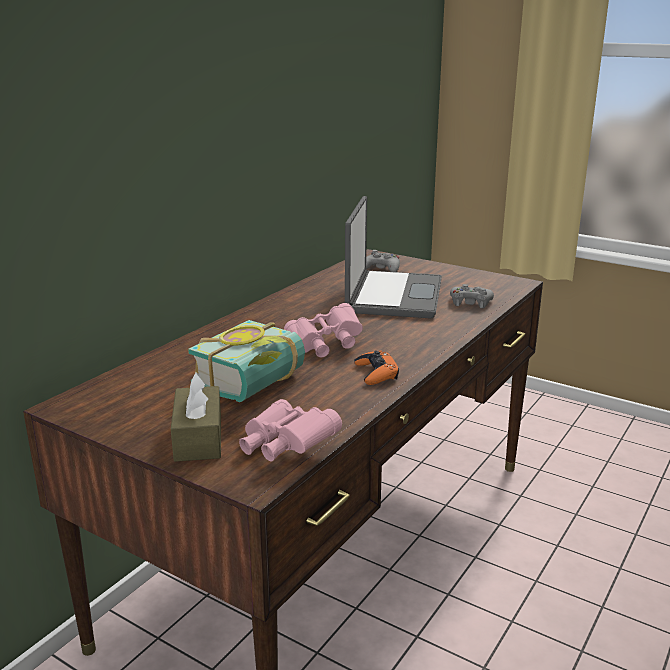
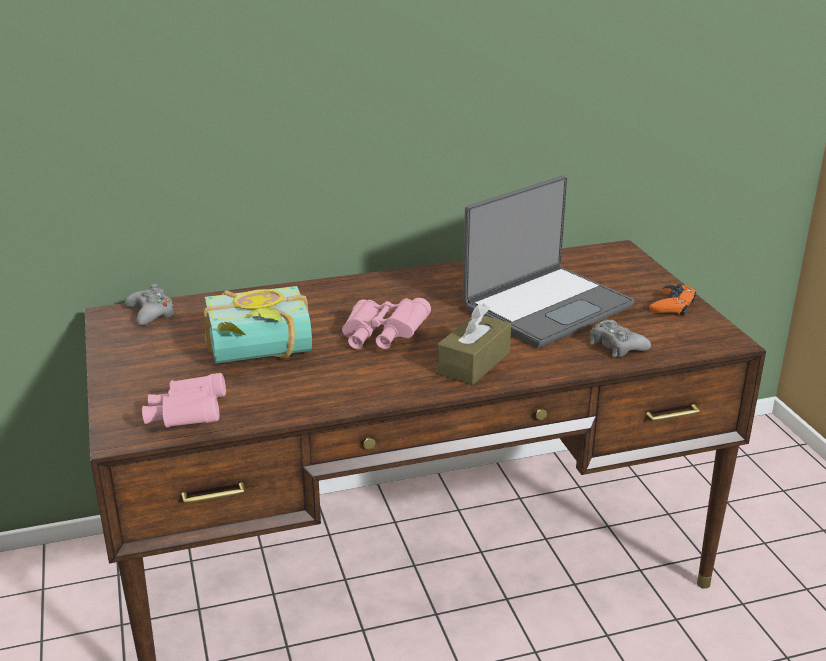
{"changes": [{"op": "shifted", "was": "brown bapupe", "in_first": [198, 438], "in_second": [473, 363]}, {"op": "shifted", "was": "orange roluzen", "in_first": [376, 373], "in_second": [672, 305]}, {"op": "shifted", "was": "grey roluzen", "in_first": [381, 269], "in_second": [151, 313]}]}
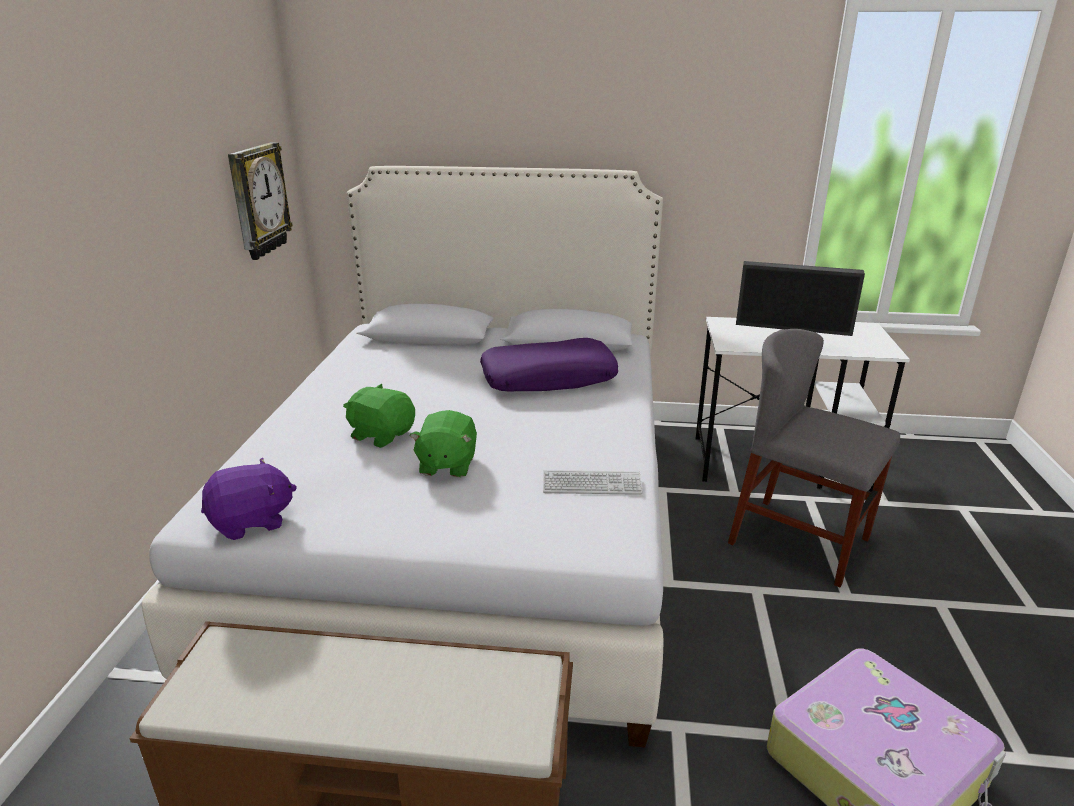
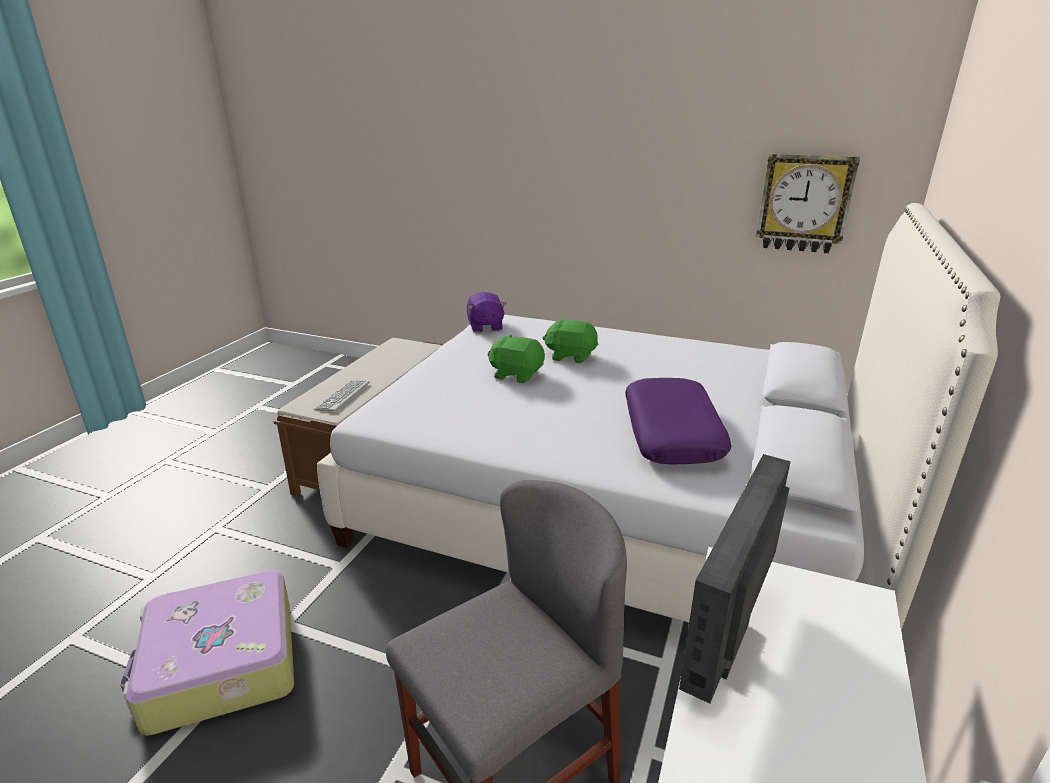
{"changes": [{"op": "rotated", "was": "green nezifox", "in_first": [382, 435], "in_second": [571, 356], "clockwise": -120}, {"op": "shifted", "was": "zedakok", "in_first": [592, 484], "in_second": [343, 396]}]}
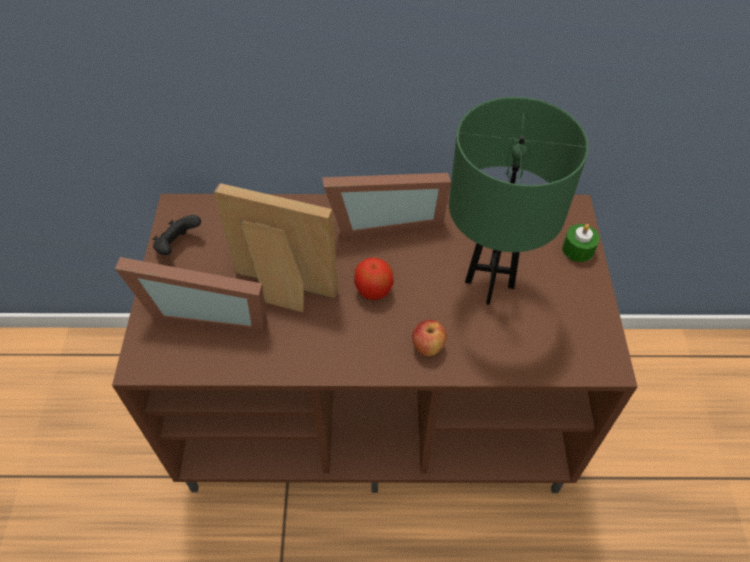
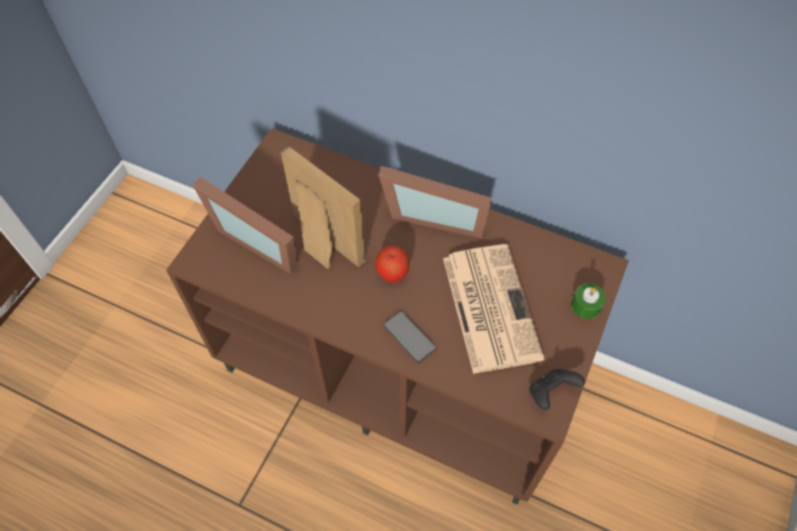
{"changes": [{"op": "shifted", "was": "black roluzen", "in_first": [178, 246], "in_second": [550, 393]}, {"op": "swapped", "was": "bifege", "now": "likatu", "in_first": [428, 347], "in_second": [409, 337]}, {"op": "swapped", "was": "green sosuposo", "now": "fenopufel", "in_first": [489, 284], "in_second": [489, 306]}]}
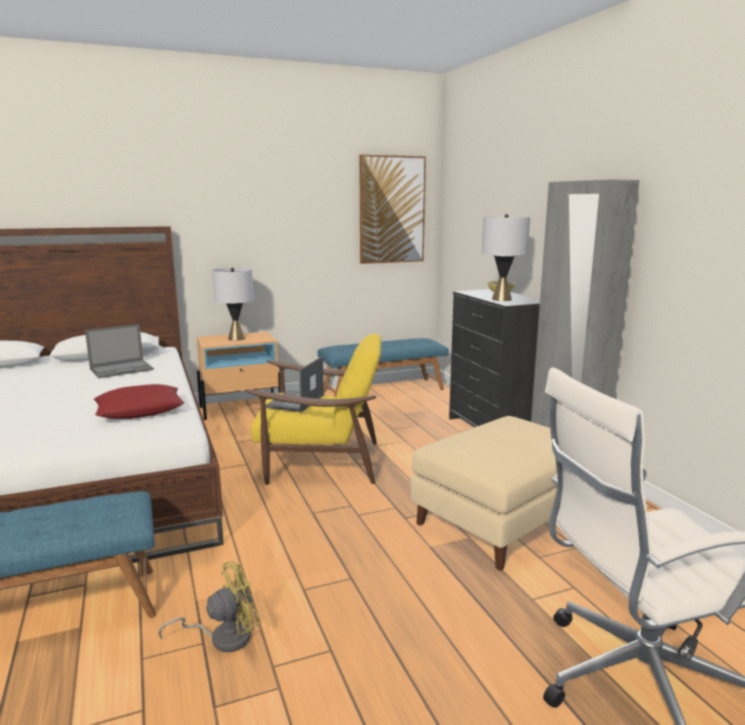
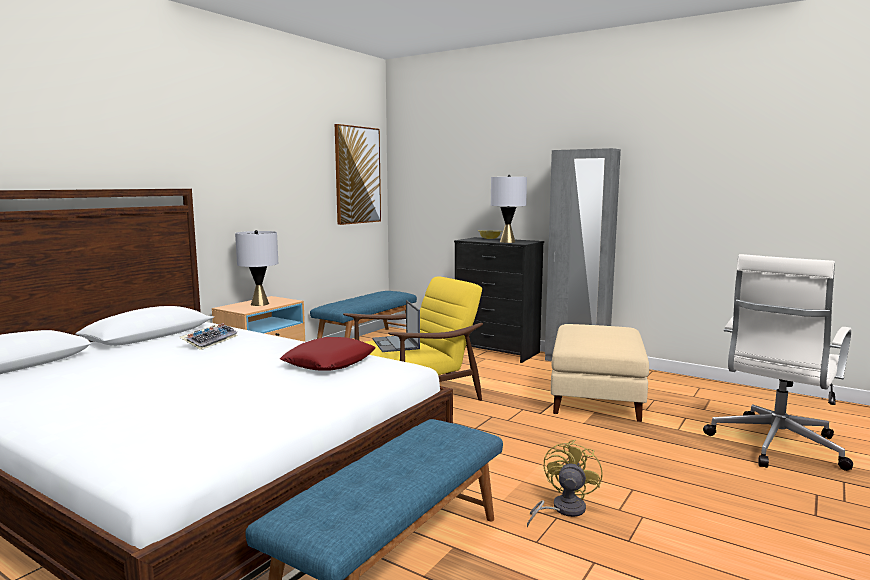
{"changes": [{"op": "swapped", "was": "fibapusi", "now": "zedakok", "in_first": [122, 369], "in_second": [210, 341]}]}
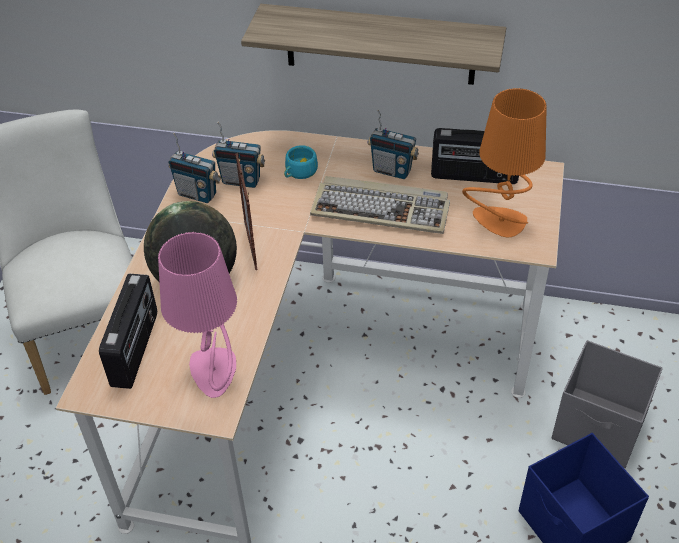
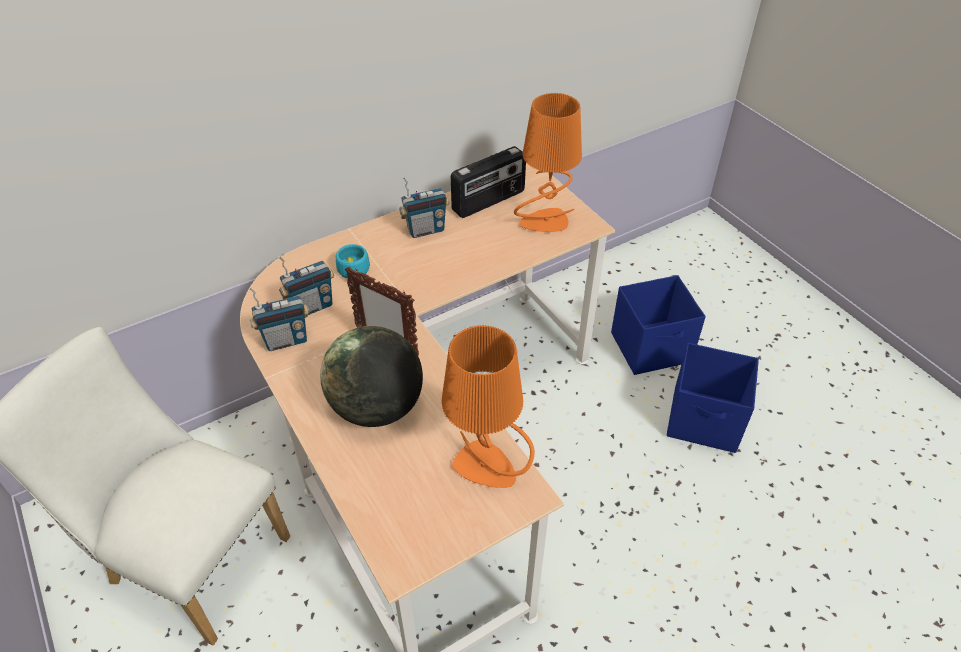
{"changes": [{"op": "gone", "was": "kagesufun", "in_first": [136, 349]}, {"op": "repainted", "was": "pink sosuposo", "now": "orange sosuposo", "in_first": [214, 372], "in_second": [486, 466]}, {"op": "gone", "was": "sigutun", "in_first": [380, 44]}, {"op": "gone", "was": "zedakok", "in_first": [382, 209]}, {"op": "repainted", "was": "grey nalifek", "now": "blue nalifek", "in_first": [599, 428], "in_second": [652, 348]}]}
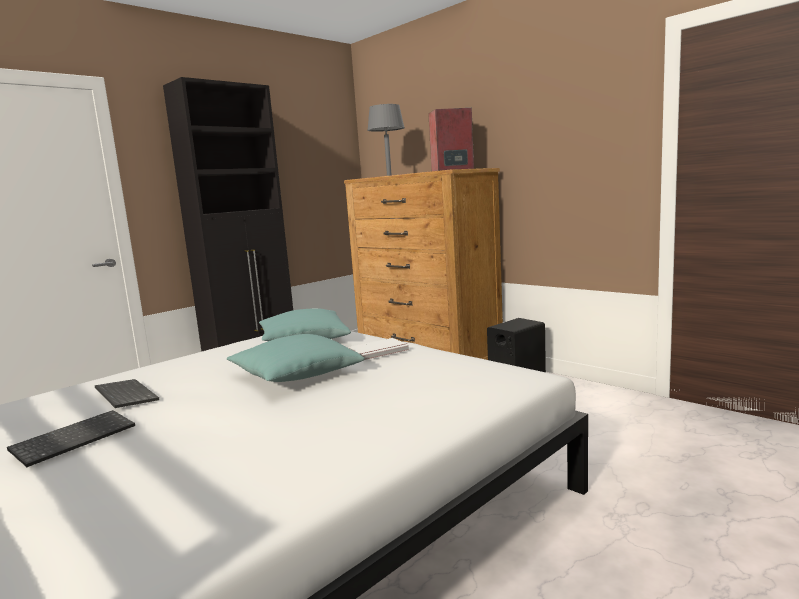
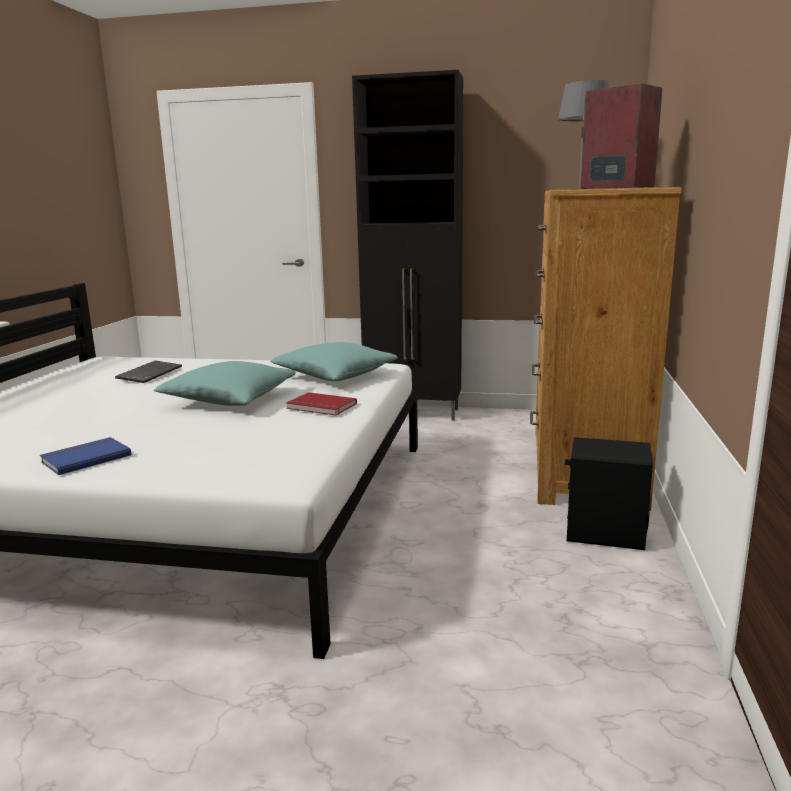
{"changes": [{"op": "gone", "was": "zedakok", "in_first": [75, 438]}, {"op": "repainted", "was": "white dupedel", "now": "red dupedel", "in_first": [380, 351], "in_second": [320, 407]}, {"op": "new", "now": "blue dupedel", "in_second": [85, 458]}]}
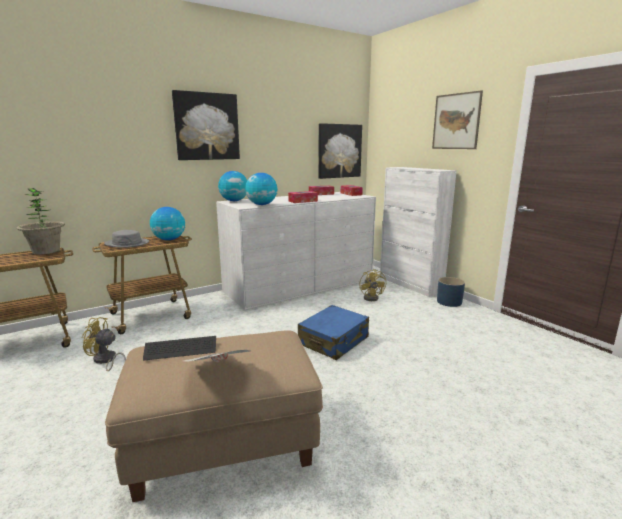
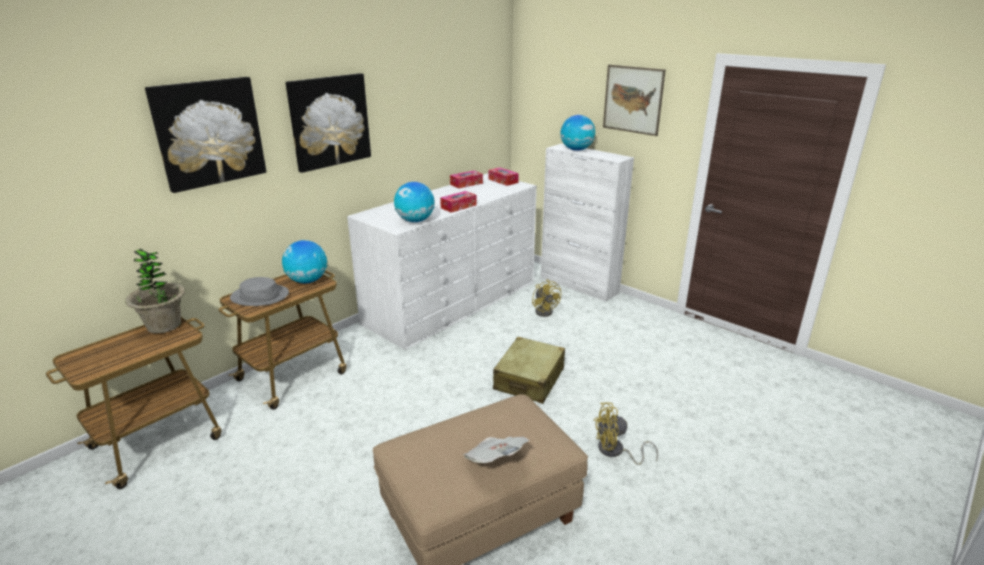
{"changes": [{"op": "shifted", "was": "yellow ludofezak", "in_first": [106, 361], "in_second": [615, 451]}, {"op": "gone", "was": "zedakok", "in_first": [181, 349]}, {"op": "shifted", "was": "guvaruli", "in_first": [234, 201], "in_second": [576, 150]}, {"op": "repainted", "was": "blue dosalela", "now": "beige dosalela", "in_first": [334, 341], "in_second": [529, 379]}, {"op": "shifted", "was": "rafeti", "in_first": [339, 151], "in_second": [209, 133]}, {"op": "gone", "was": "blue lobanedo", "in_first": [449, 302]}]}
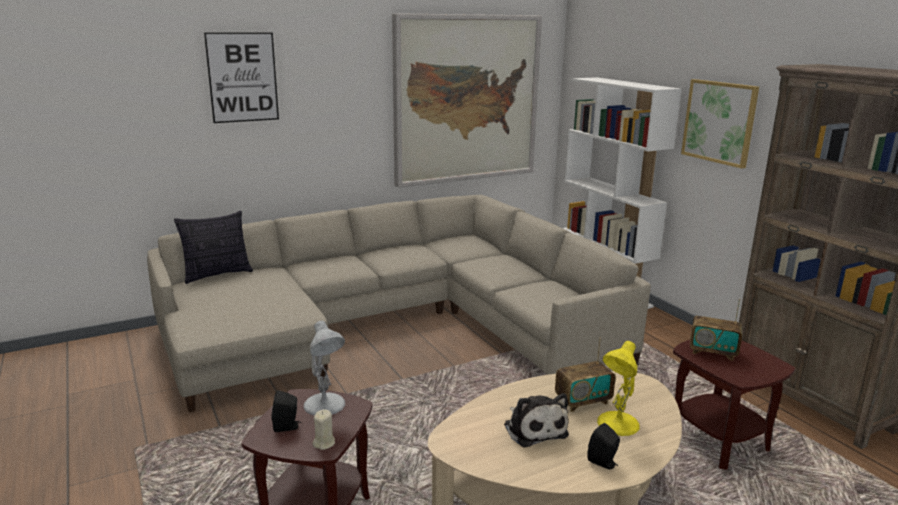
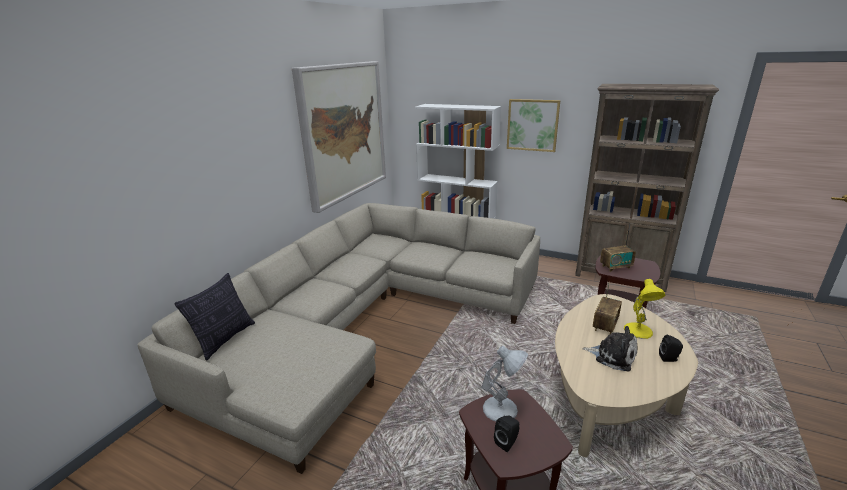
{"changes": [{"op": "gone", "was": "rafeti", "in_first": [242, 77]}, {"op": "gone", "was": "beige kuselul", "in_first": [324, 443]}]}
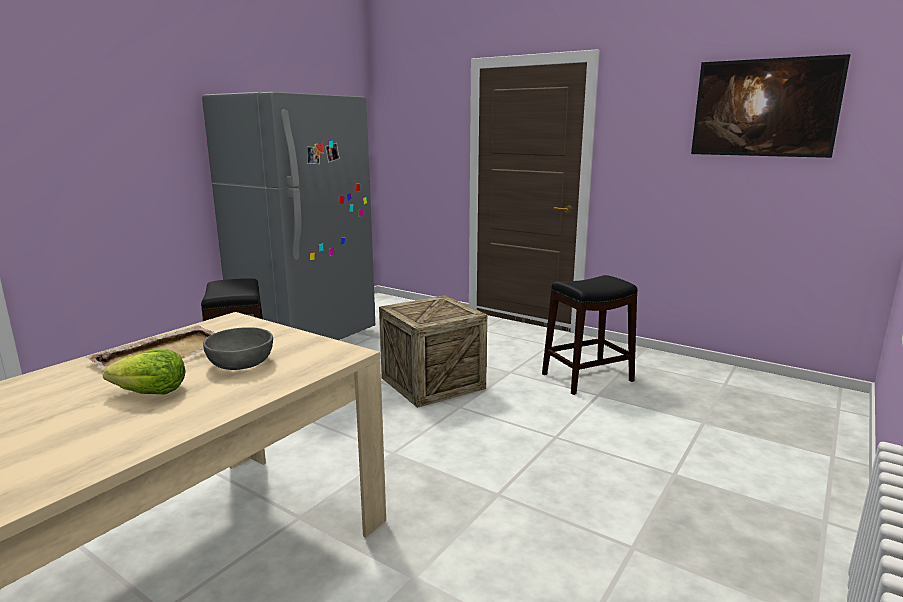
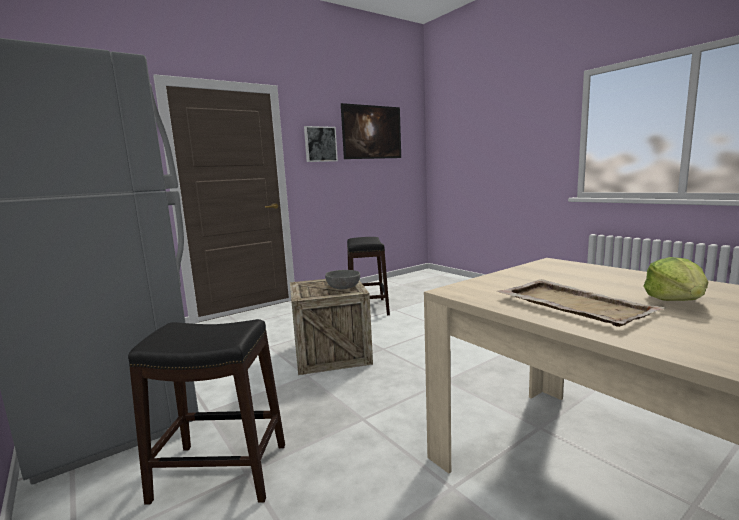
{"changes": [{"op": "shifted", "was": "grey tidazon", "in_first": [241, 363], "in_second": [343, 287]}, {"op": "new", "now": "rafeti", "in_second": [320, 144]}]}
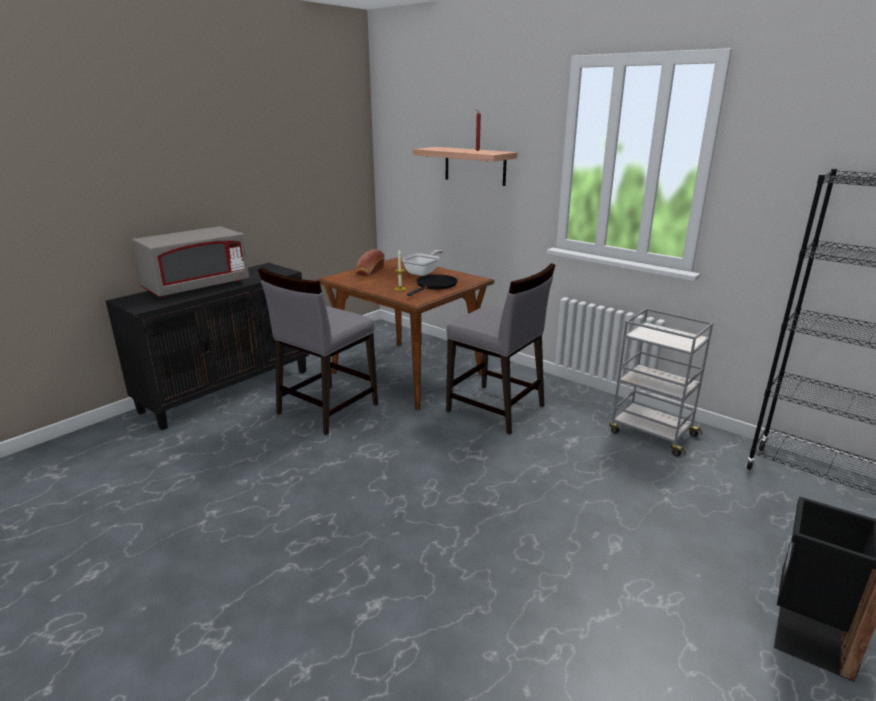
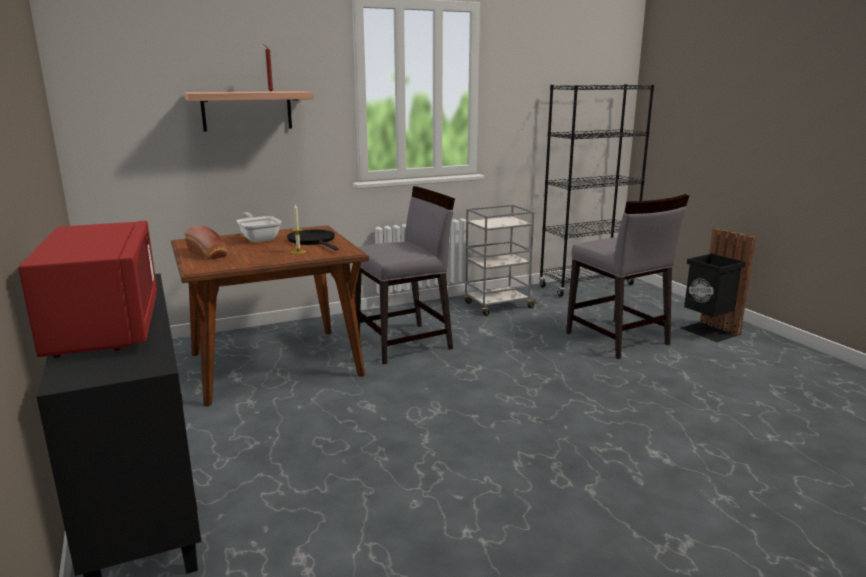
{"changes": [{"op": "repainted", "was": "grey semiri", "now": "red semiri", "in_first": [197, 287], "in_second": [106, 328]}, {"op": "shifted", "was": "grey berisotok", "in_first": [326, 409], "in_second": [617, 339]}]}
